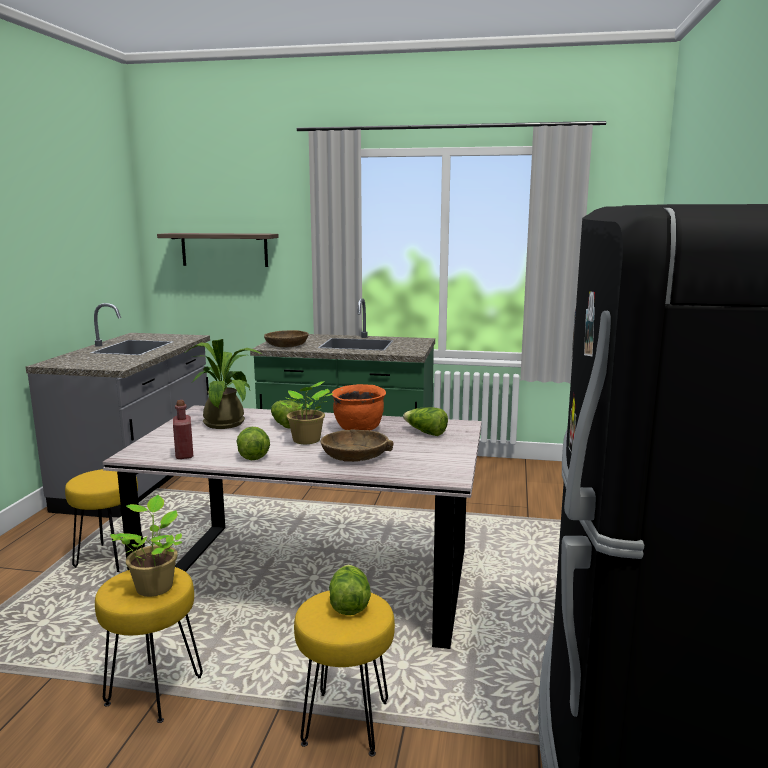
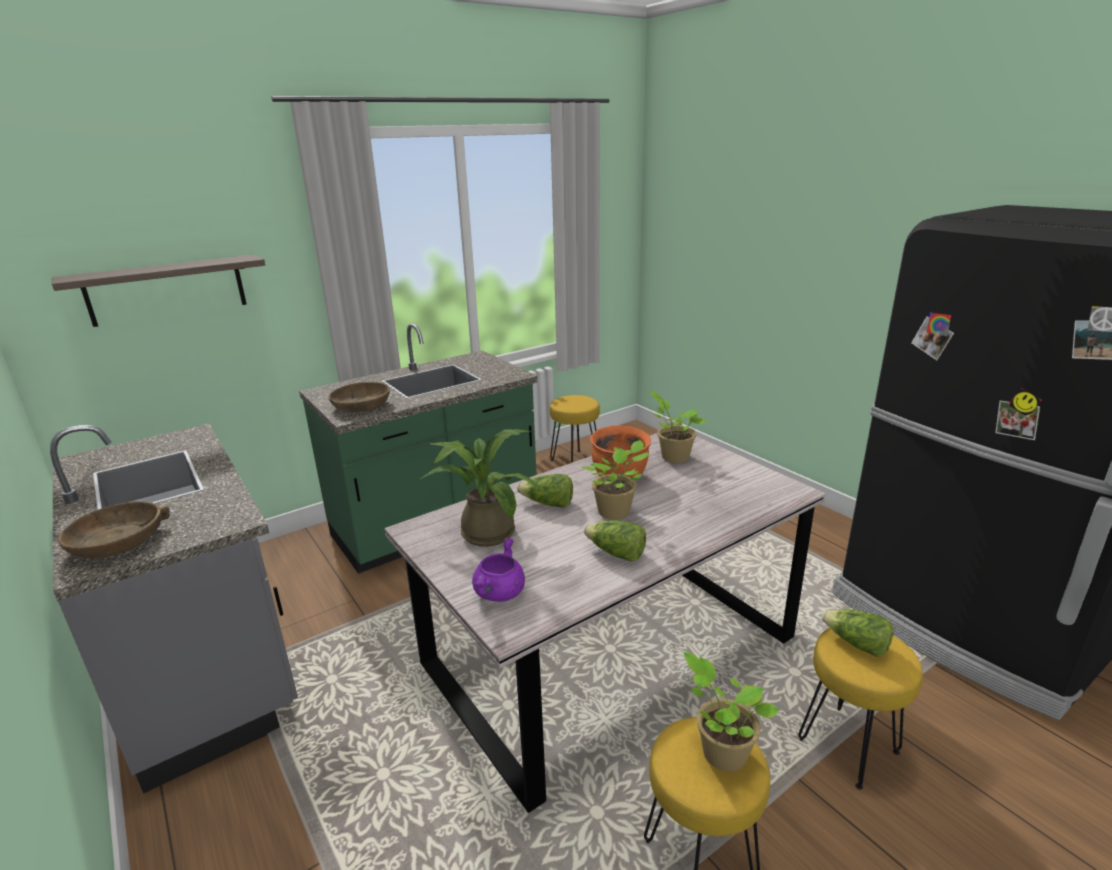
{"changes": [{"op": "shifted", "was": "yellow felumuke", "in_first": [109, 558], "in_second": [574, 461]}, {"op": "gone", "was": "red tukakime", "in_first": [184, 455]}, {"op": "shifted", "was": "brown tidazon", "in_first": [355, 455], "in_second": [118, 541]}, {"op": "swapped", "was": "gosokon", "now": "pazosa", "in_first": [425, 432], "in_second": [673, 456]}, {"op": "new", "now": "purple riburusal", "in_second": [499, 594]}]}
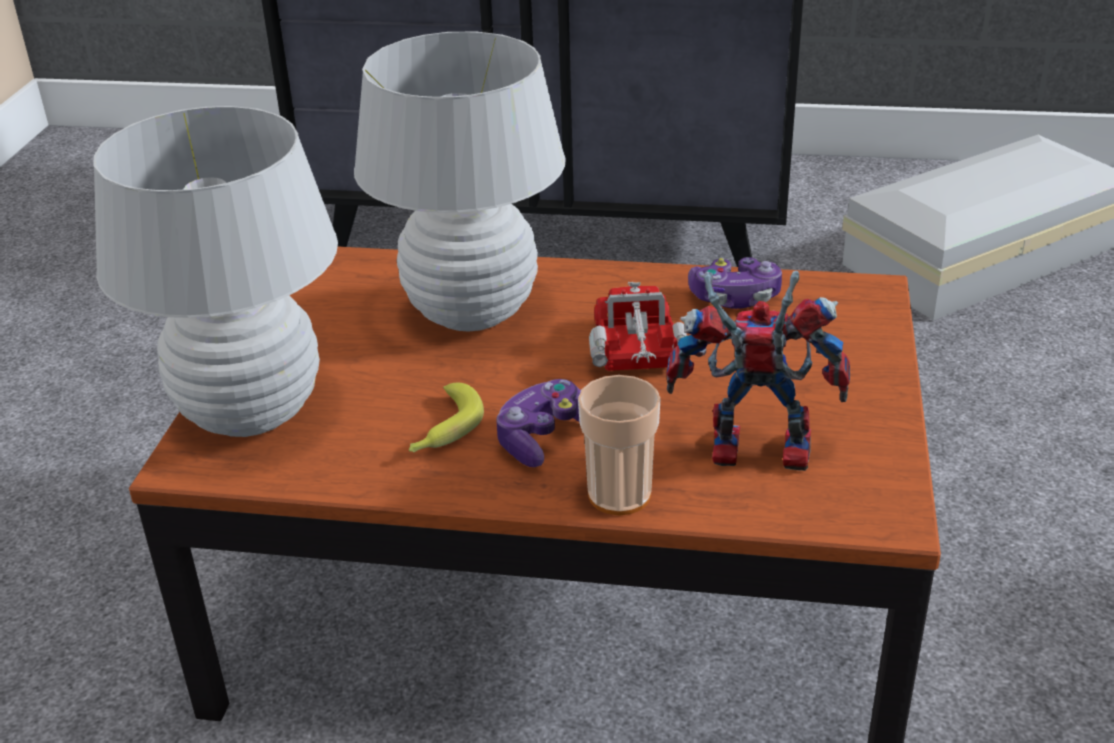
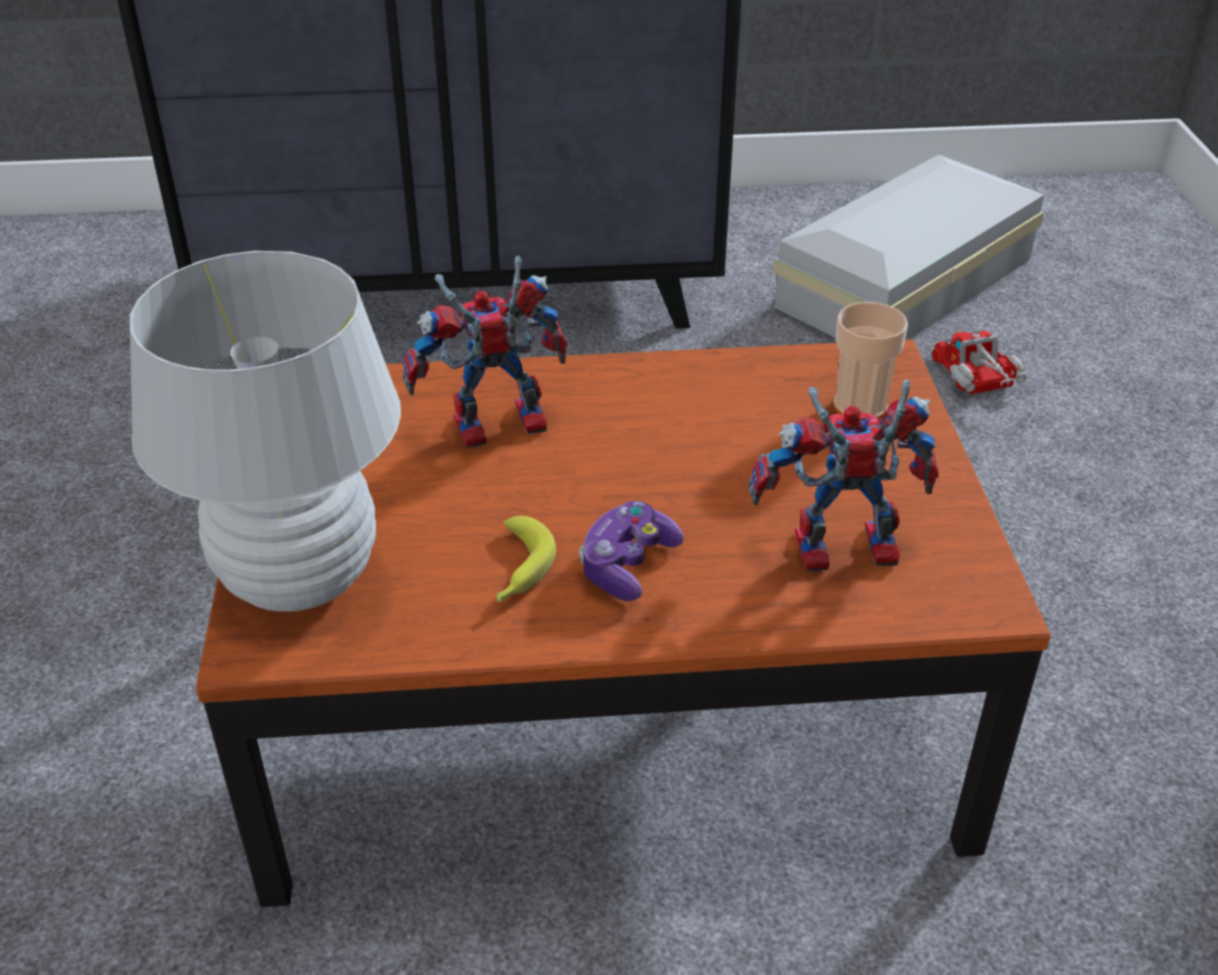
{"changes": [{"op": "swapped", "was": "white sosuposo", "now": "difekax", "in_first": [471, 313], "in_second": [493, 431]}, {"op": "shifted", "was": "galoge", "in_first": [619, 495], "in_second": [860, 407]}, {"op": "shifted", "was": "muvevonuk", "in_first": [637, 355], "in_second": [978, 380]}, {"op": "gone", "was": "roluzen", "in_first": [735, 297]}]}
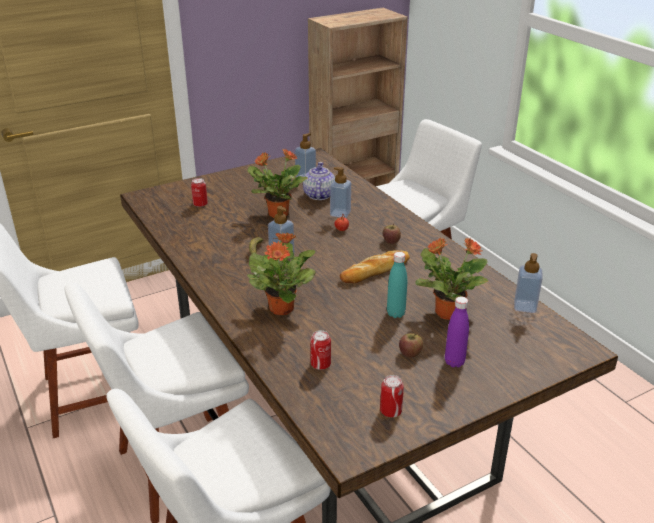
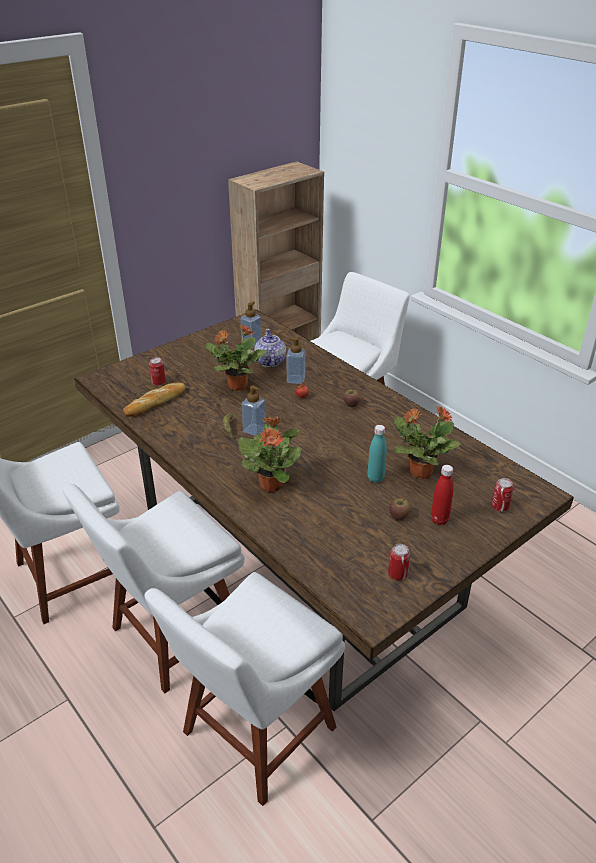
{"changes": [{"op": "shifted", "was": "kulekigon", "in_first": [320, 364], "in_second": [499, 507]}, {"op": "shifted", "was": "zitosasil", "in_first": [376, 270], "in_second": [156, 402]}, {"op": "repainted", "was": "purple tukakime", "now": "red tukakime", "in_first": [454, 362], "in_second": [439, 520]}, {"op": "gone", "was": "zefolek", "in_first": [525, 306]}]}
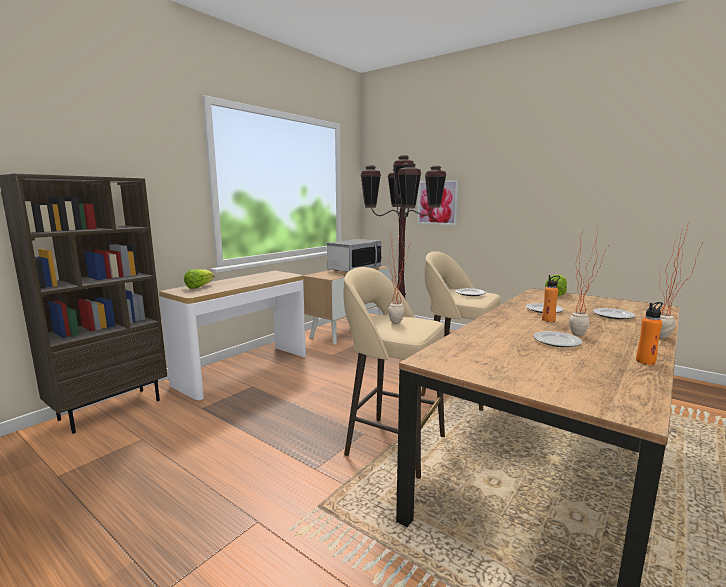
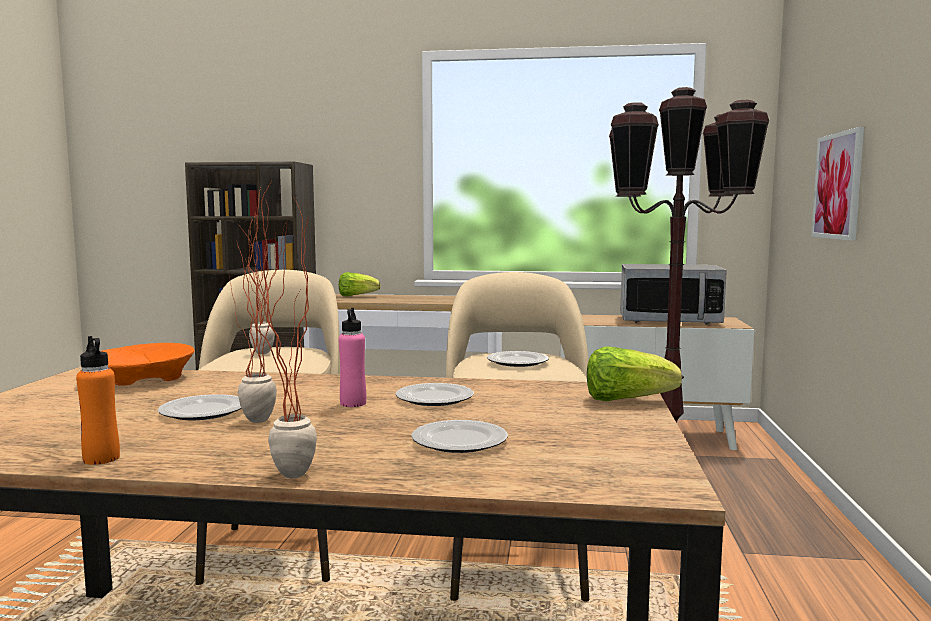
{"changes": [{"op": "repainted", "was": "orange tukakime", "now": "pink tukakime", "in_first": [548, 320], "in_second": [353, 403]}, {"op": "new", "now": "orange tidazon", "in_second": [142, 379]}]}
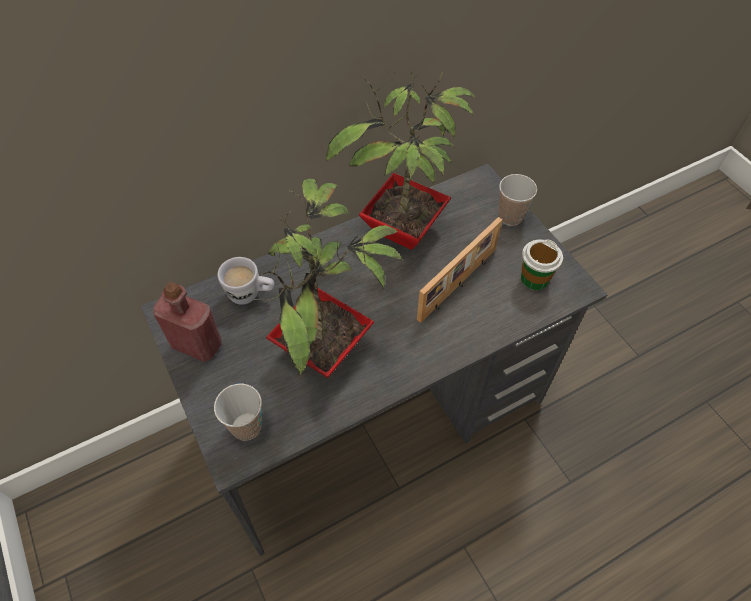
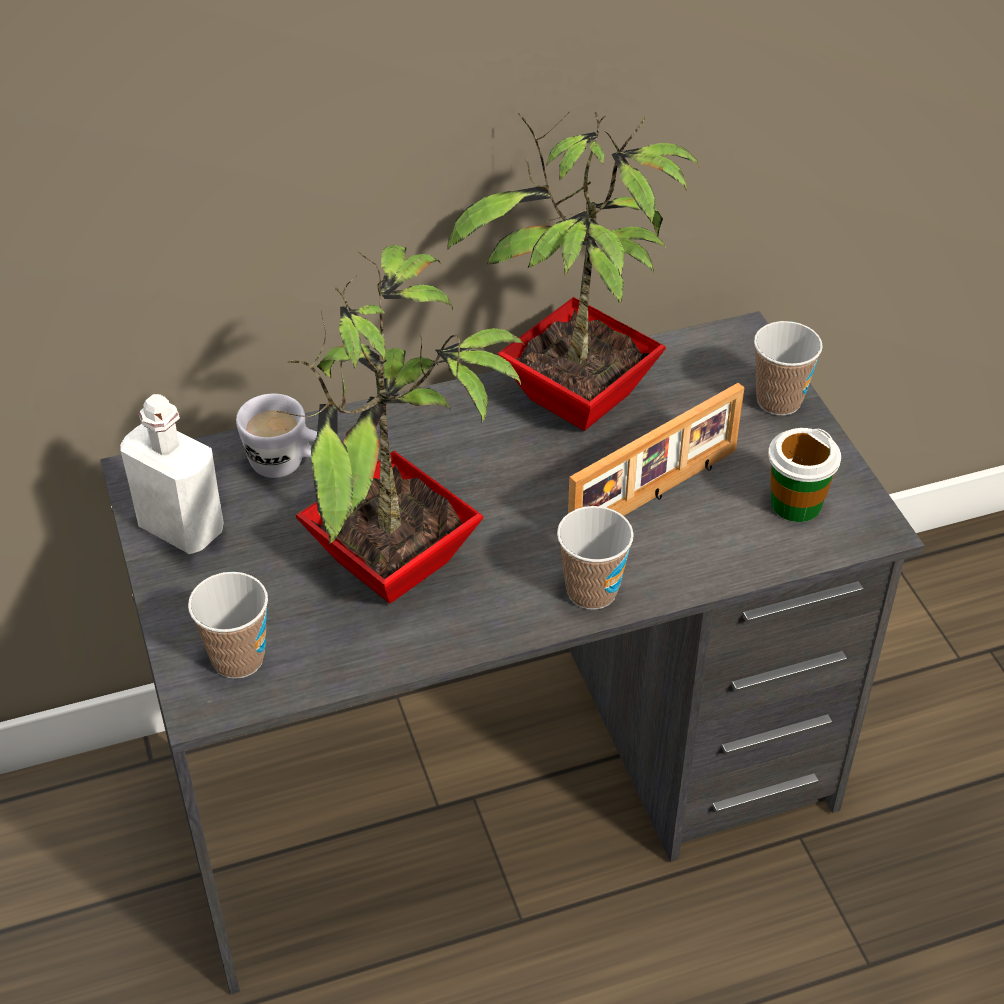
{"changes": [{"op": "repainted", "was": "red tukakime", "now": "white tukakime", "in_first": [197, 344], "in_second": [181, 528]}, {"op": "new", "now": "galoge", "in_second": [591, 591]}]}
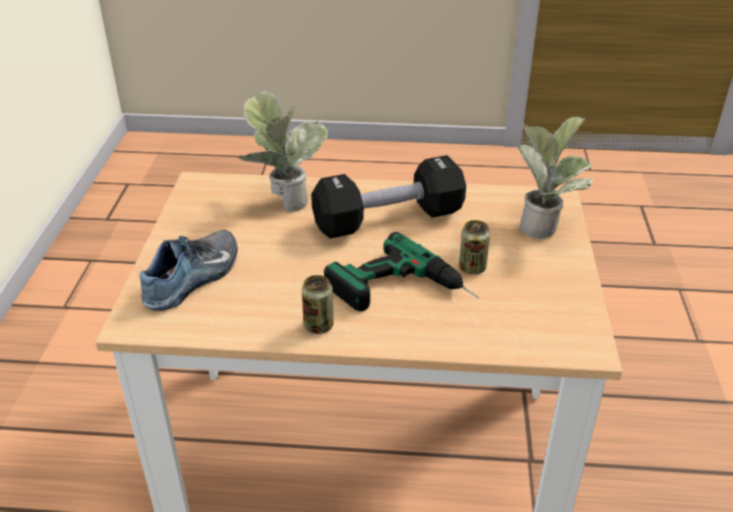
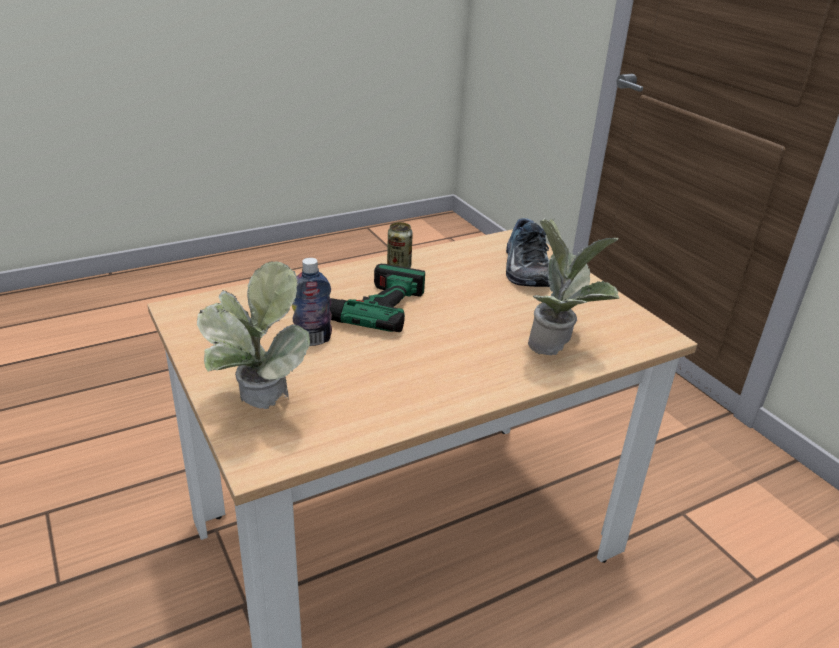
{"changes": [{"op": "gone", "was": "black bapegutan", "in_first": [388, 219]}, {"op": "swapped", "was": "kulekigon", "now": "tukakime", "in_first": [472, 268], "in_second": [313, 340]}]}
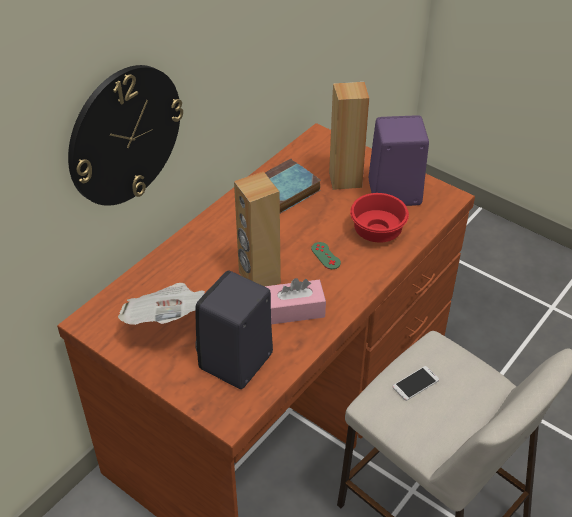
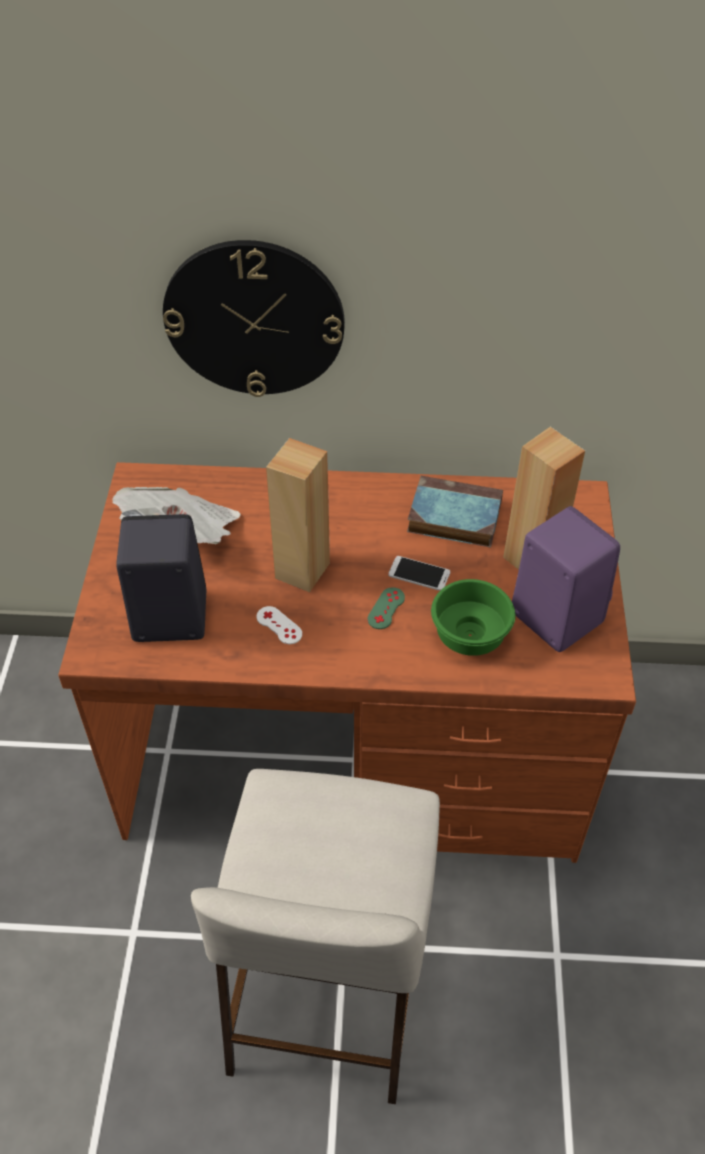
{"changes": [{"op": "swapped", "was": "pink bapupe", "now": "white roluzen", "in_first": [294, 310], "in_second": [279, 625]}, {"op": "repainted", "was": "red tidazon", "now": "green tidazon", "in_first": [375, 231], "in_second": [468, 633]}, {"op": "shifted", "was": "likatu", "in_first": [415, 383], "in_second": [419, 574]}]}
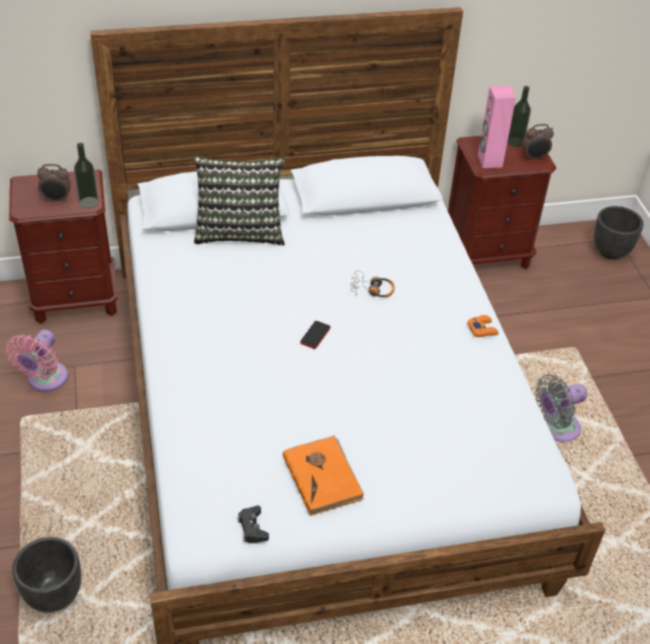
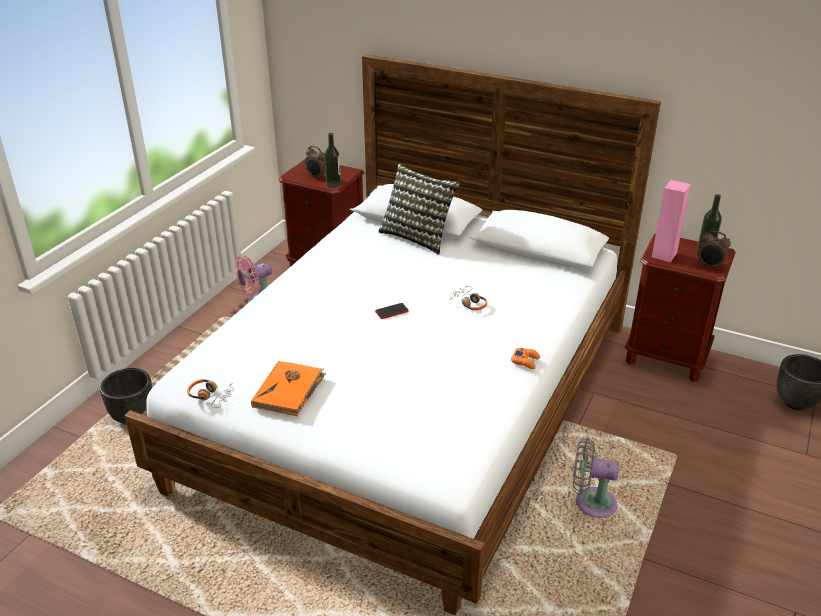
{"changes": [{"op": "swapped", "was": "black roluzen", "now": "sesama", "in_first": [252, 528], "in_second": [210, 396]}]}
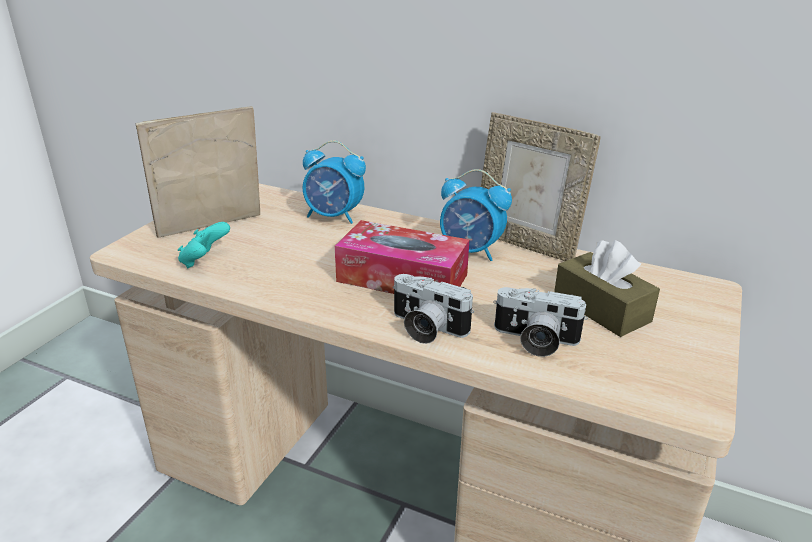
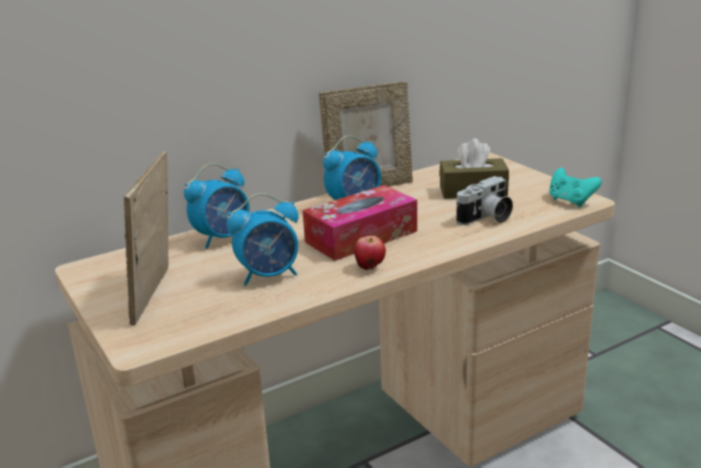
{"changes": [{"op": "shifted", "was": "turquoise roluzen", "in_first": [204, 261], "in_second": [571, 201]}, {"op": "gone", "was": "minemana", "in_first": [426, 328]}, {"op": "new", "now": "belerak", "in_second": [269, 275]}, {"op": "new", "now": "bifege", "in_second": [370, 267]}]}
